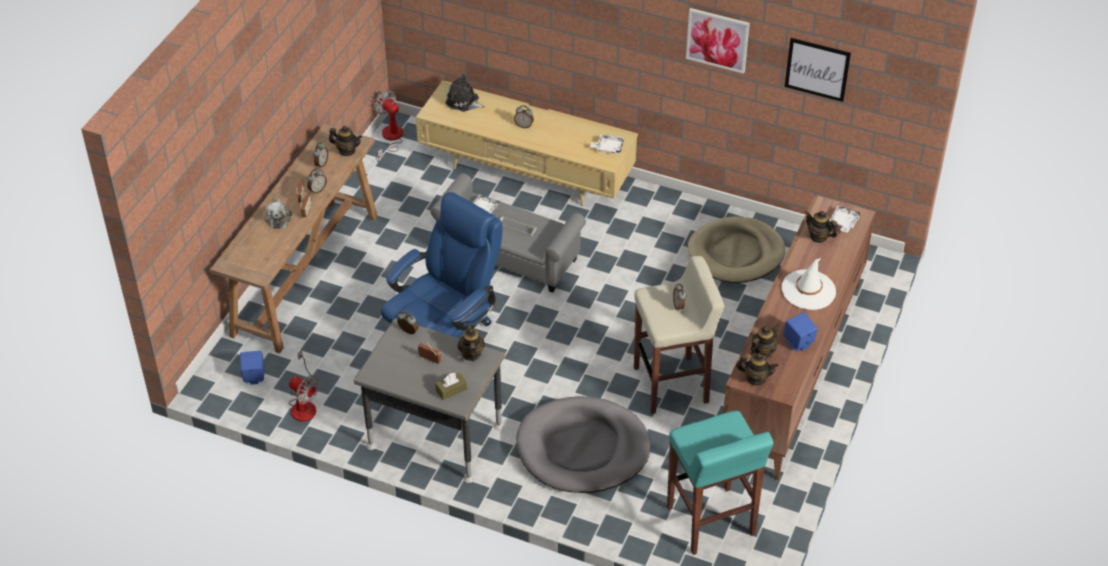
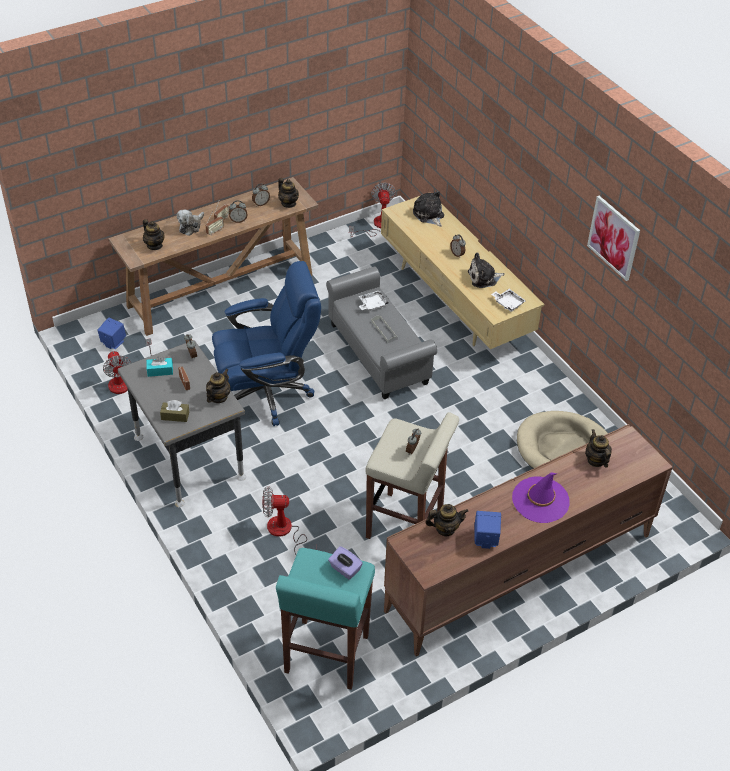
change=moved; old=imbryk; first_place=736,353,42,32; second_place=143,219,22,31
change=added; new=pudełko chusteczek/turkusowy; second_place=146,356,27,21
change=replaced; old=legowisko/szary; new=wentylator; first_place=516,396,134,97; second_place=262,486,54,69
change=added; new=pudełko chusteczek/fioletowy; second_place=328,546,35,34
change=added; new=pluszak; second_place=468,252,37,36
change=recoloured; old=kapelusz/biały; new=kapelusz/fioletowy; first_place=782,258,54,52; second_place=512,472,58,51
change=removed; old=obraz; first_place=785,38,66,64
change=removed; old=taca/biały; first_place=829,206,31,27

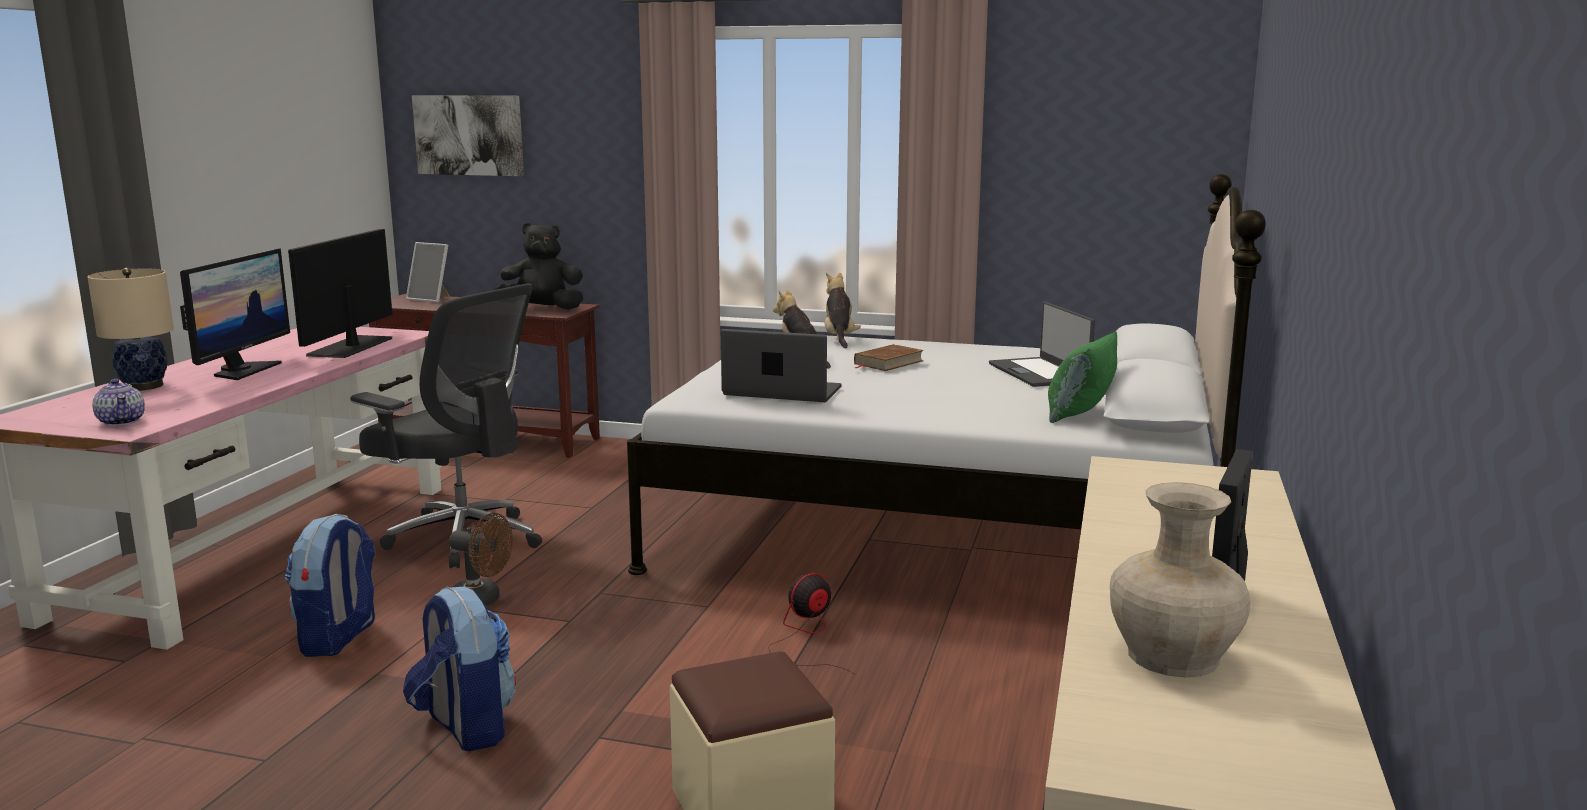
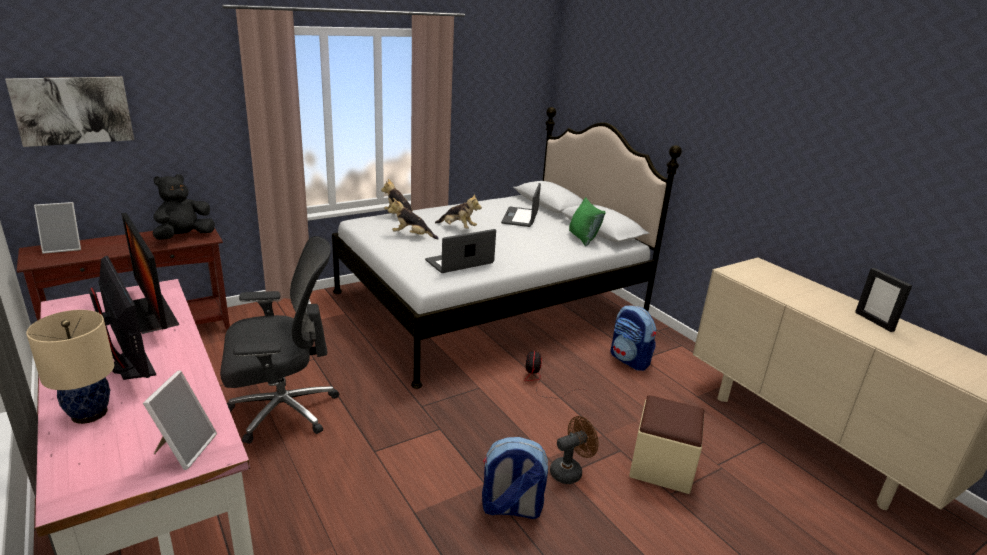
change=replaced; old=imbryk; new=ramka na zdjęcie; first_place=92,379,53,47; second_place=143,370,74,100
change=replaced; old=książka/brązowy; new=pluszak; first_place=854,344,70,27; second_place=435,194,47,35
change=turned; old=laptop; first_place=989,302,106,85; second_place=501,183,40,44; degrees=75
change=moved; old=wentylator/brązowy; first_place=449,513,64,93; second_place=550,416,49,68
change=moved; old=plecak; first_place=285,514,90,143; second_place=610,305,47,66
change=removed; old=wazon/beżowy; first_place=1110,482,141,195

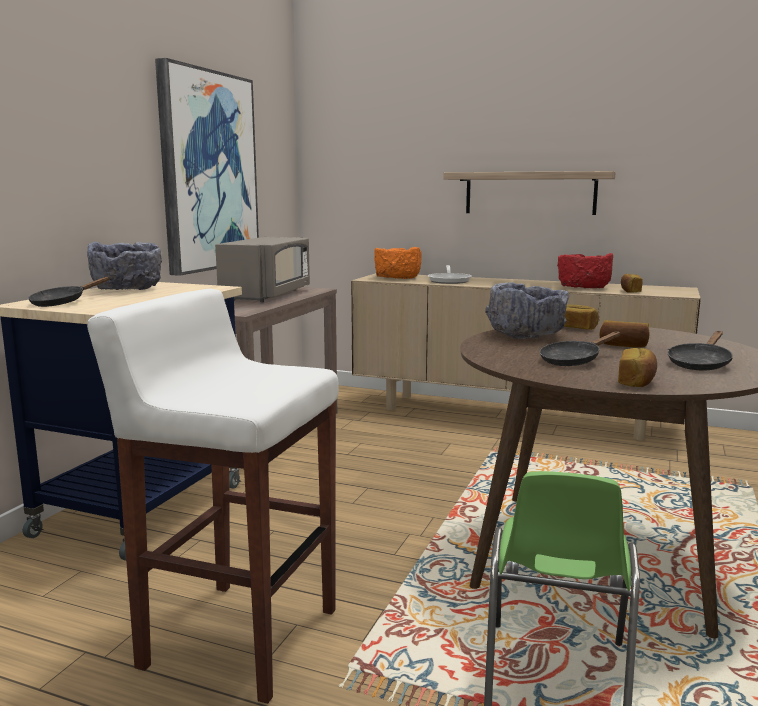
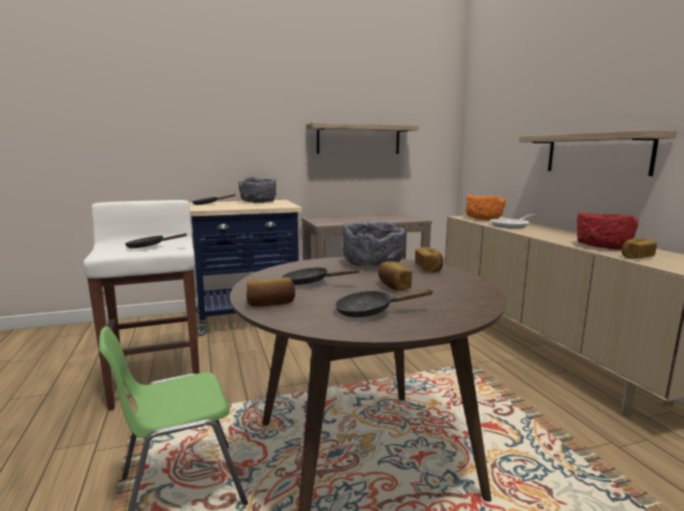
change=added; new=patelnia/czarny; second_place=125,233,62,15
change=replaced; old=obraz; new=półka; first_place=155,58,104,218; second_place=306,123,113,31
change=removed; old=mikrofalówka/szary; first_place=215,237,95,65

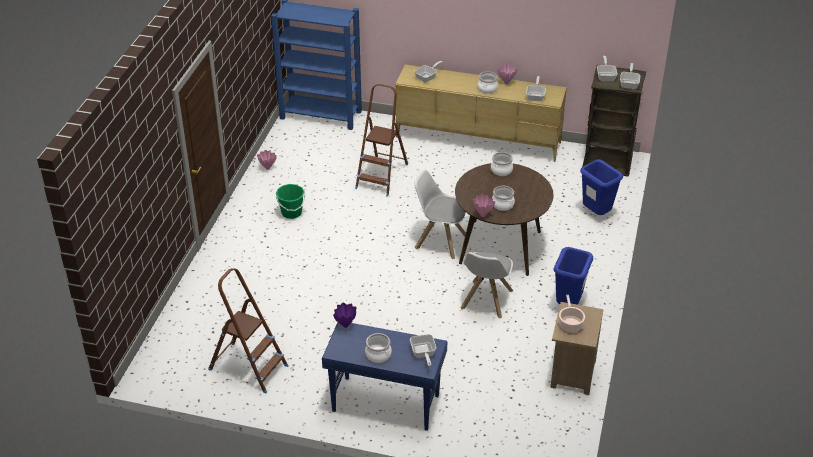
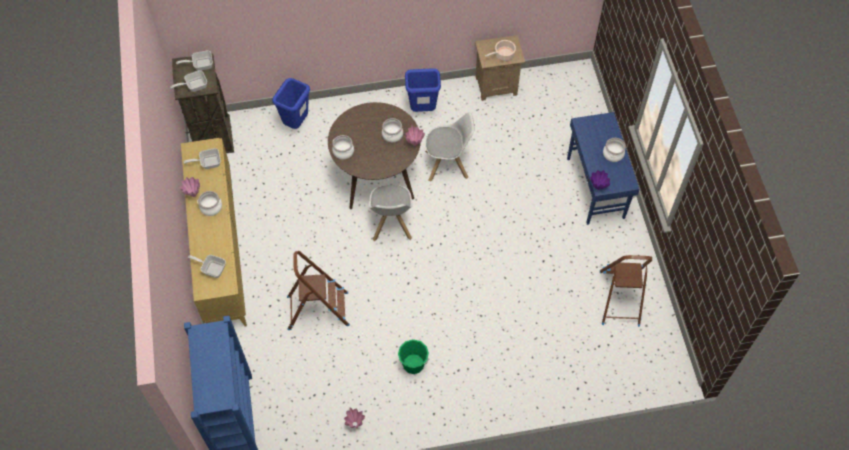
change=removed; old=patelnia; first_place=410,334,26,32

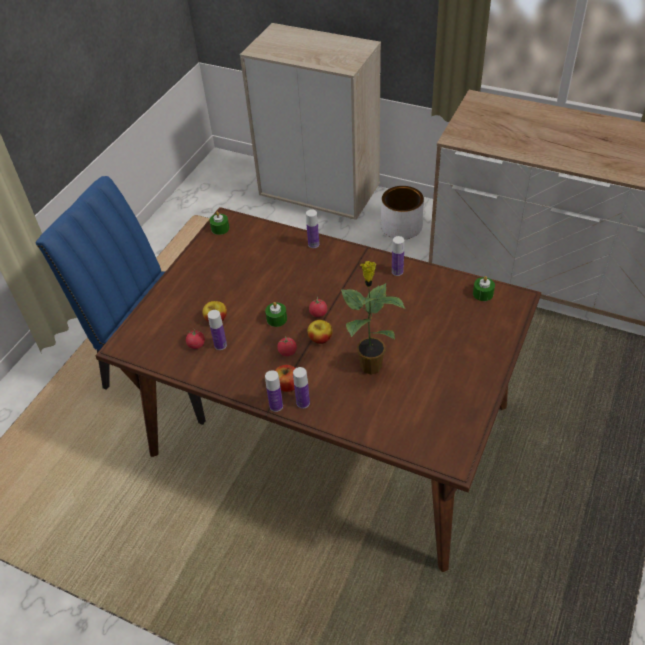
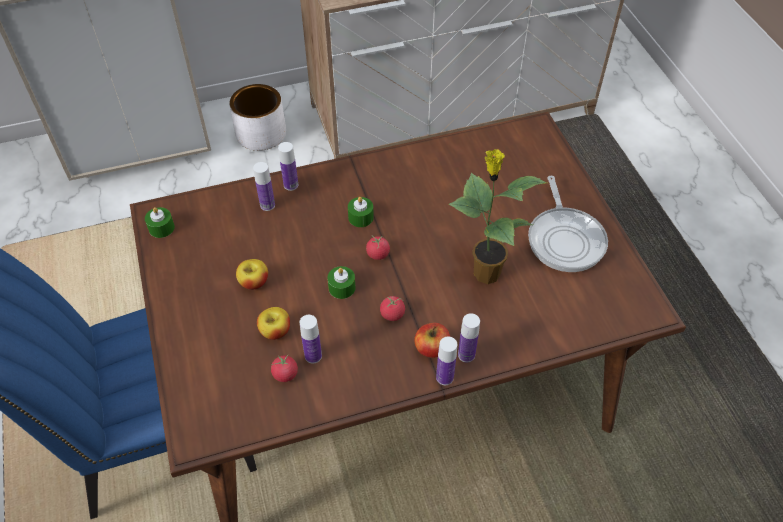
change=moved; old=jabłko; first_place=307,320,25,24; second_place=236,259,32,31
change=moved; old=butelka; first_place=392,236,12,40; second_place=253,162,22,49
change=moved; old=świeca/zielony; first_place=473,276,22,25; second_place=348,197,26,30
change=added; new=patelnia; second_place=528,176,80,96

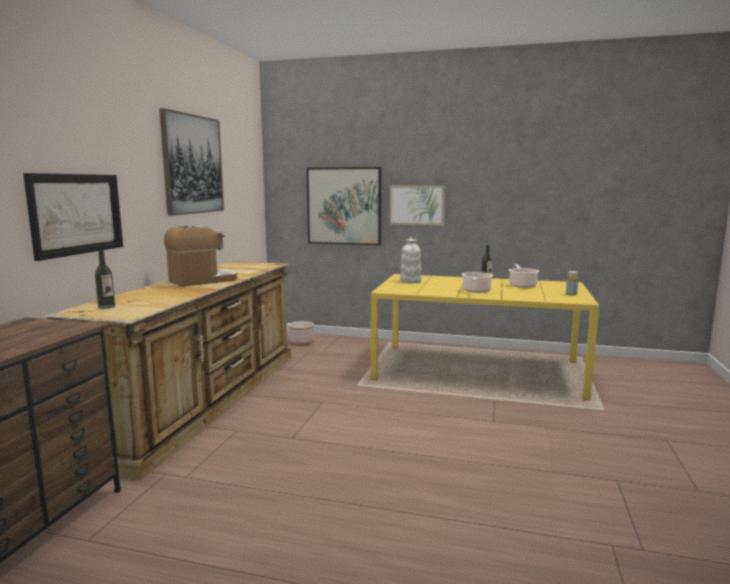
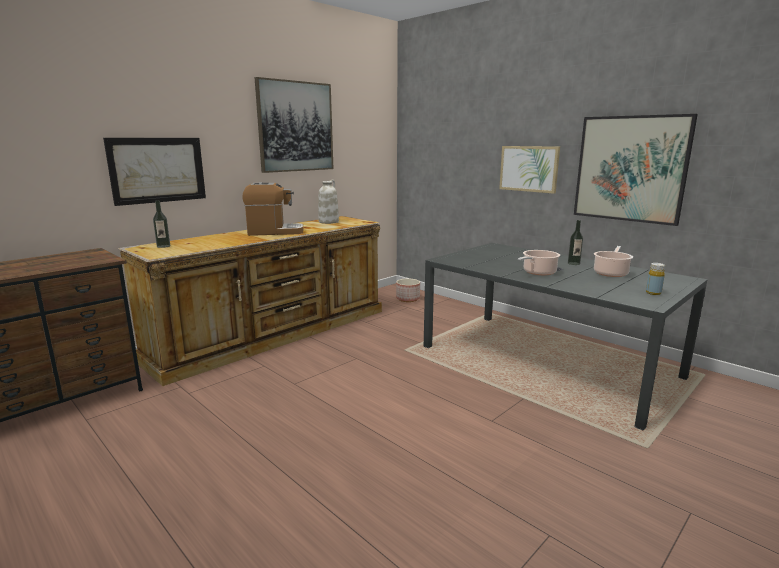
change=moved; old=wazon/biały; first_place=400,237,21,46; second_place=318,179,21,45
change=recoloured; old=stół jadalny/żółty; new=stół jadalny/szary; first_place=370,274,229,126; second_place=424,243,283,187
change=moved; old=obraz; first_place=306,167,76,79; second_place=574,114,124,112

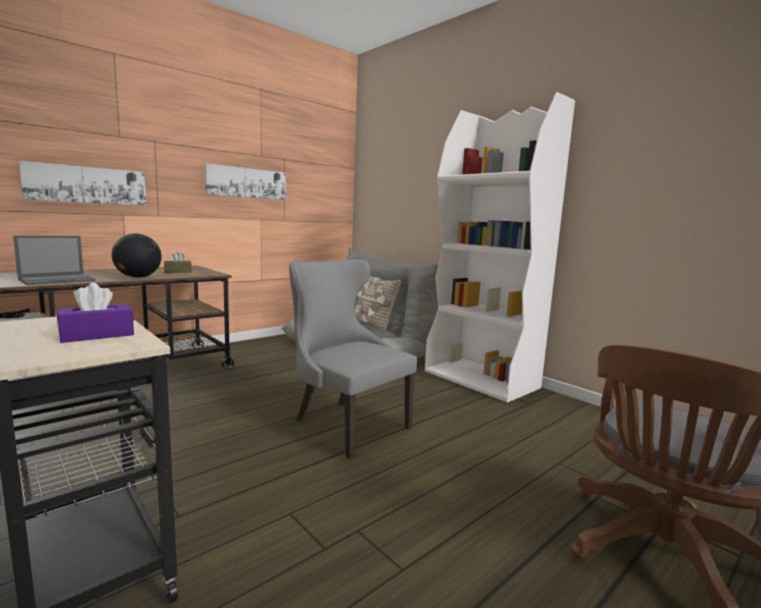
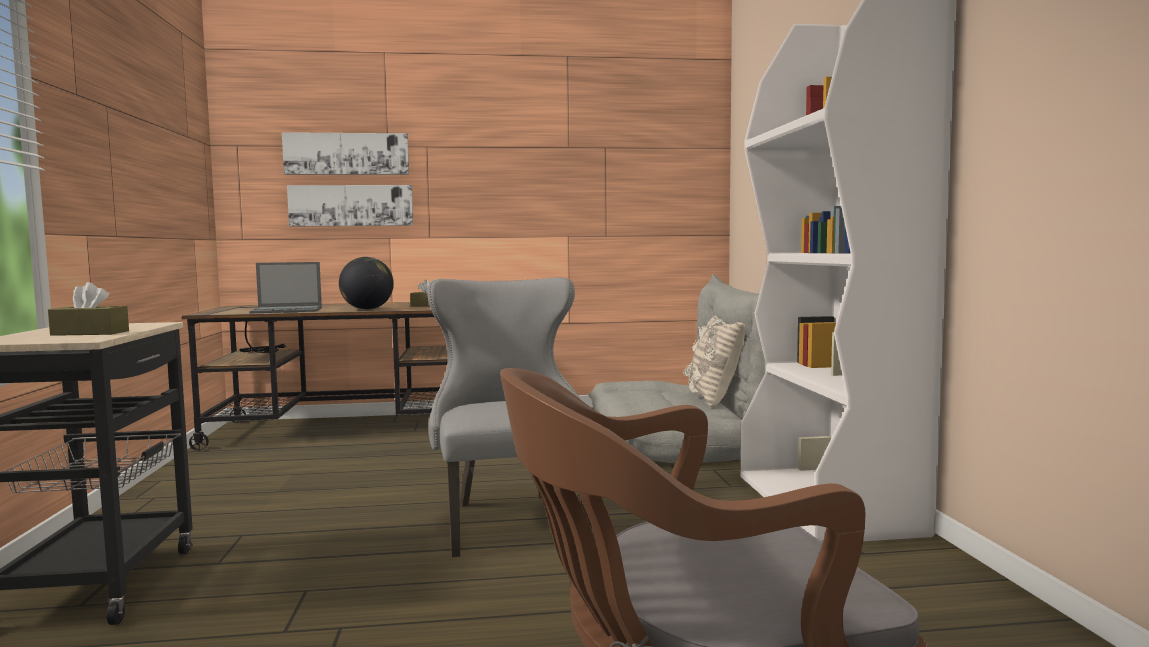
change=recoloured; old=pudełko chusteczek/fioletowy; new=pudełko chusteczek/brązowy; first_place=57,283,77,60; second_place=48,282,81,54
change=moved; old=obraz; first_place=204,164,82,36; second_place=282,132,127,43

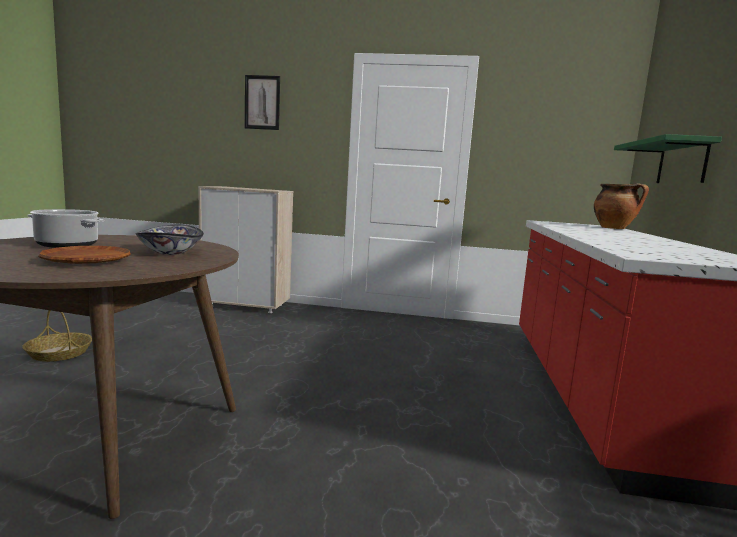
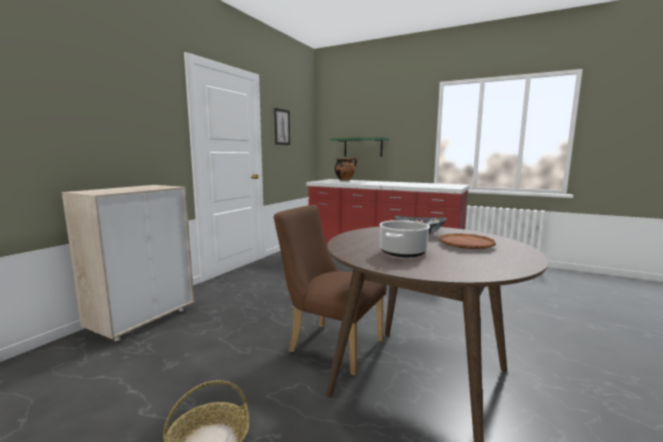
change=added; new=krzesło/brązowy; second_place=273,205,113,171
change=moved; old=obraz; first_place=245,75,35,55; second_place=274,108,16,37

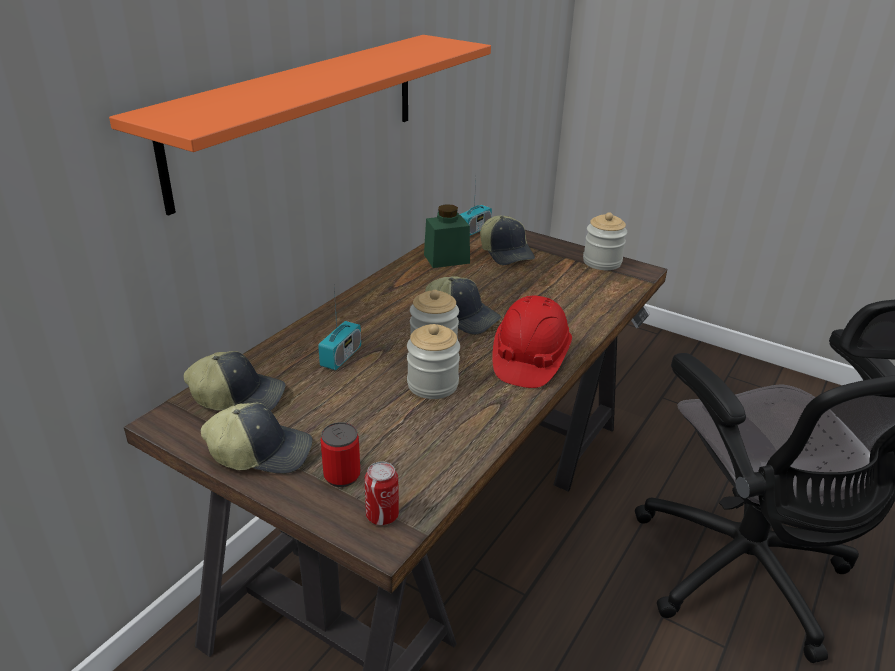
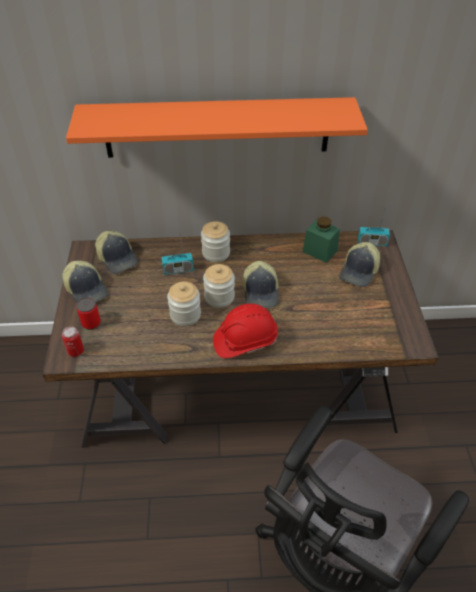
change=moved; old=słoik; first_place=583,212,44,58; second_place=201,221,29,41

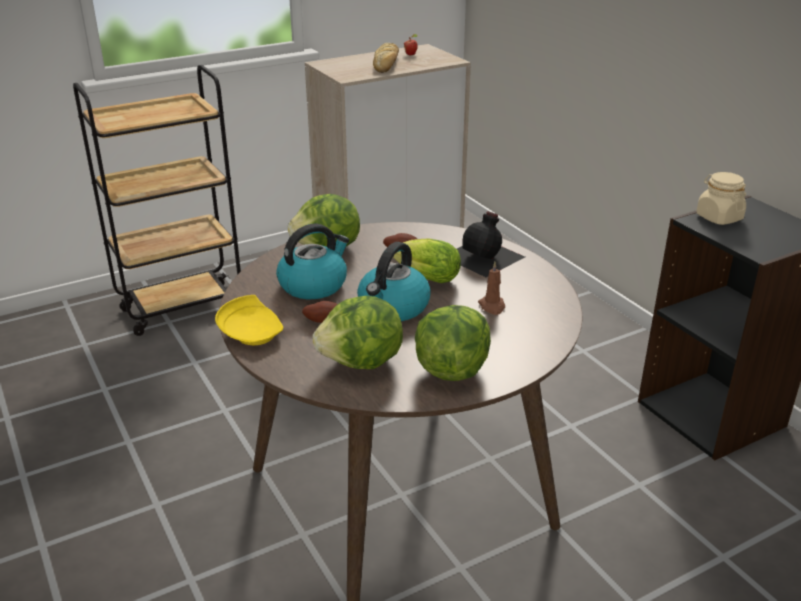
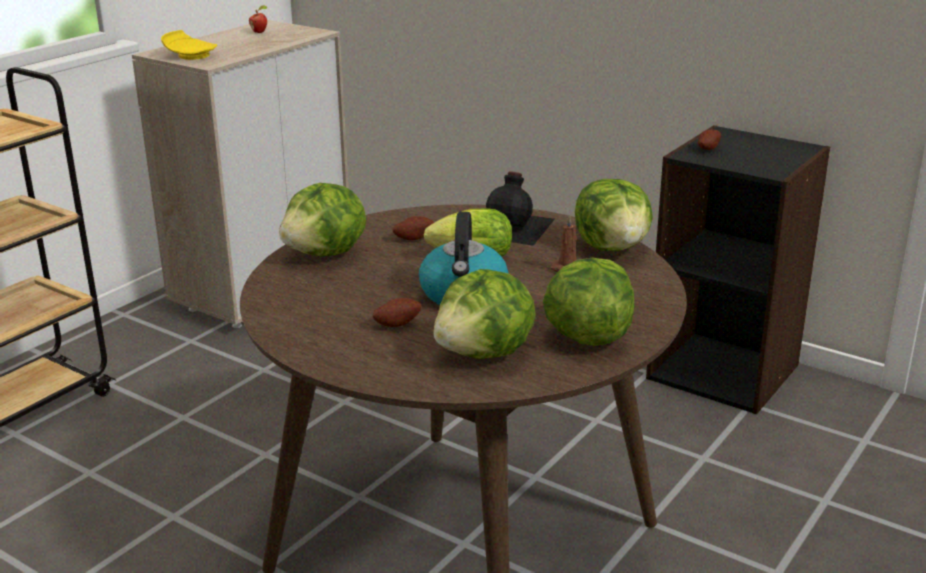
change=moved; old=talerz/żółty; first_place=215,295,68,50; second_place=161,30,56,30
change=added; new=sałata; second_place=575,179,78,72
change=replaced; old=słoik/beżowy; new=ziemniak; first_place=696,172,50,53; second_place=698,130,23,20
change=removed; old=czajnik; first_place=276,223,73,76
change=removed; old=chleb; first_place=373,43,26,30

